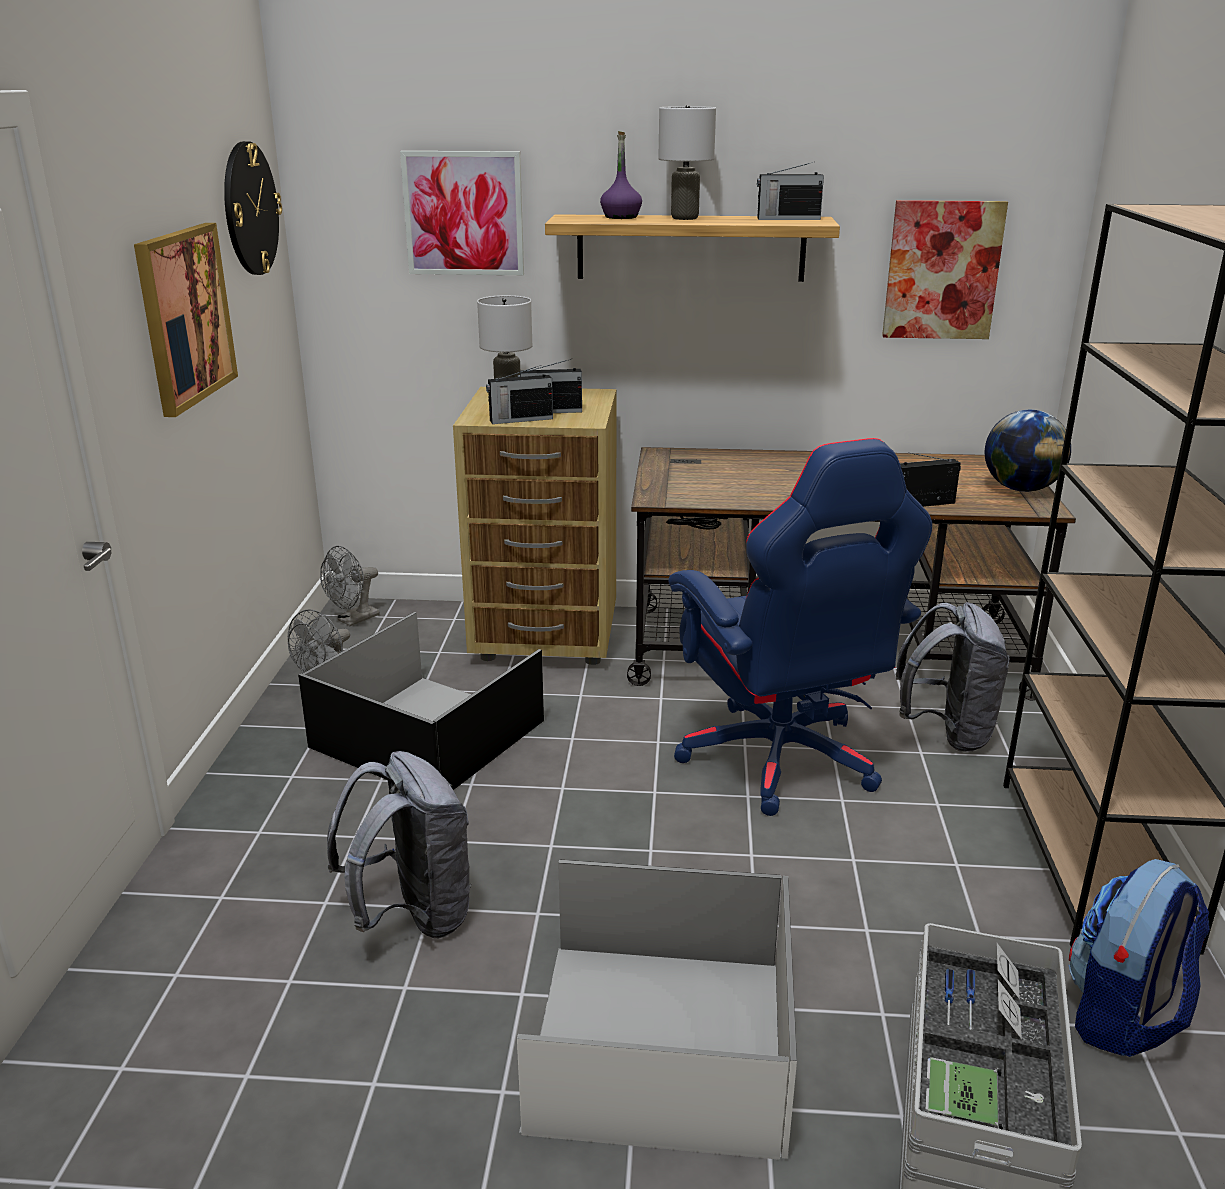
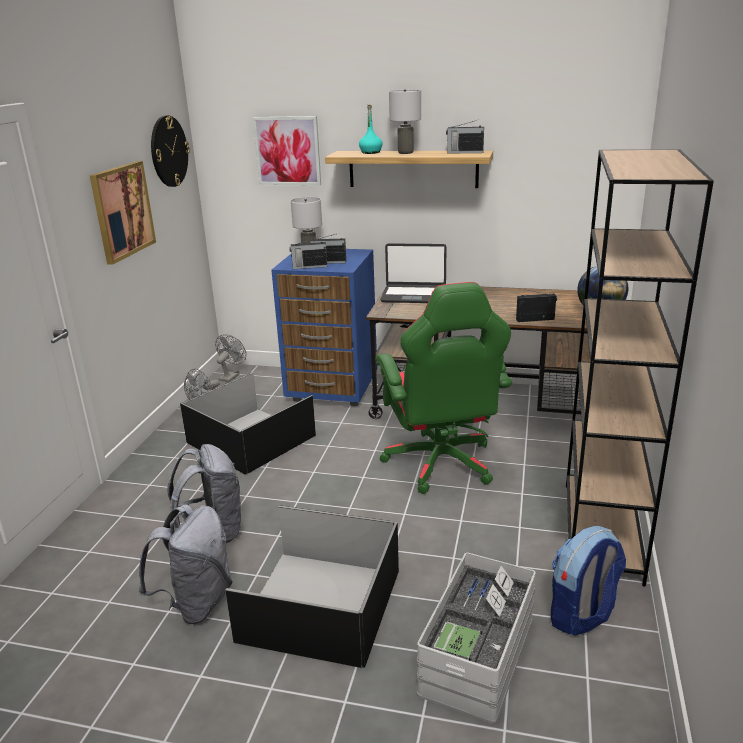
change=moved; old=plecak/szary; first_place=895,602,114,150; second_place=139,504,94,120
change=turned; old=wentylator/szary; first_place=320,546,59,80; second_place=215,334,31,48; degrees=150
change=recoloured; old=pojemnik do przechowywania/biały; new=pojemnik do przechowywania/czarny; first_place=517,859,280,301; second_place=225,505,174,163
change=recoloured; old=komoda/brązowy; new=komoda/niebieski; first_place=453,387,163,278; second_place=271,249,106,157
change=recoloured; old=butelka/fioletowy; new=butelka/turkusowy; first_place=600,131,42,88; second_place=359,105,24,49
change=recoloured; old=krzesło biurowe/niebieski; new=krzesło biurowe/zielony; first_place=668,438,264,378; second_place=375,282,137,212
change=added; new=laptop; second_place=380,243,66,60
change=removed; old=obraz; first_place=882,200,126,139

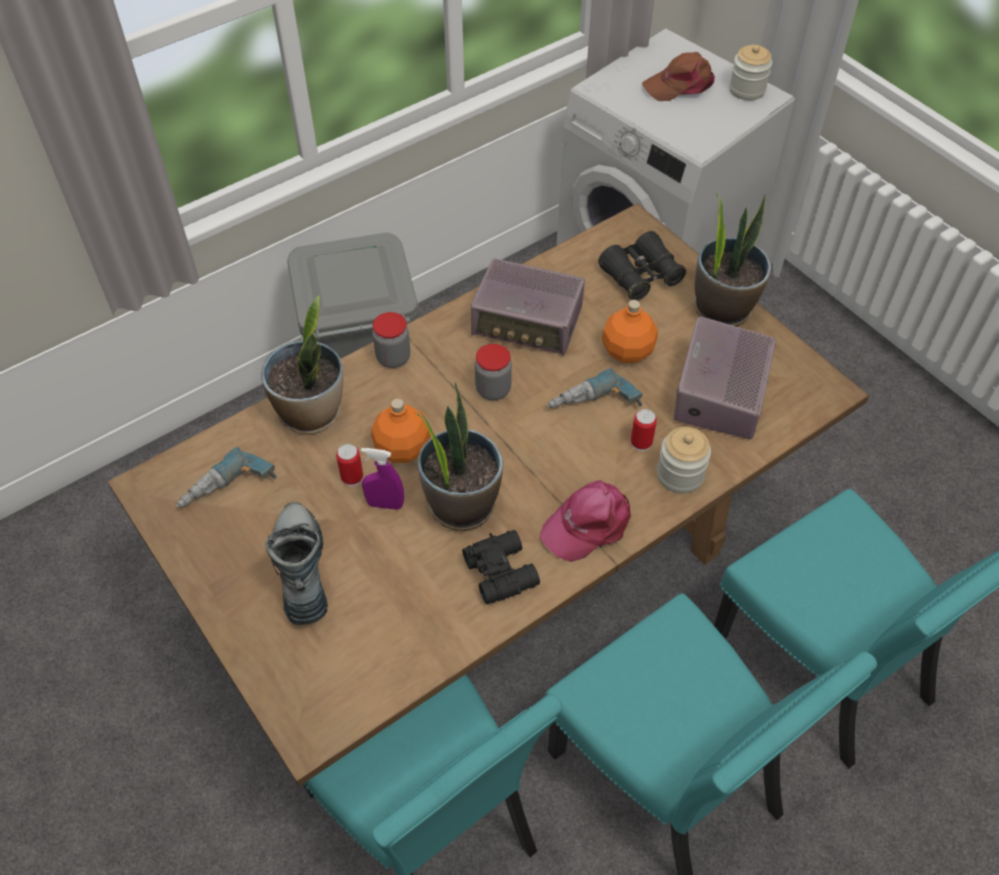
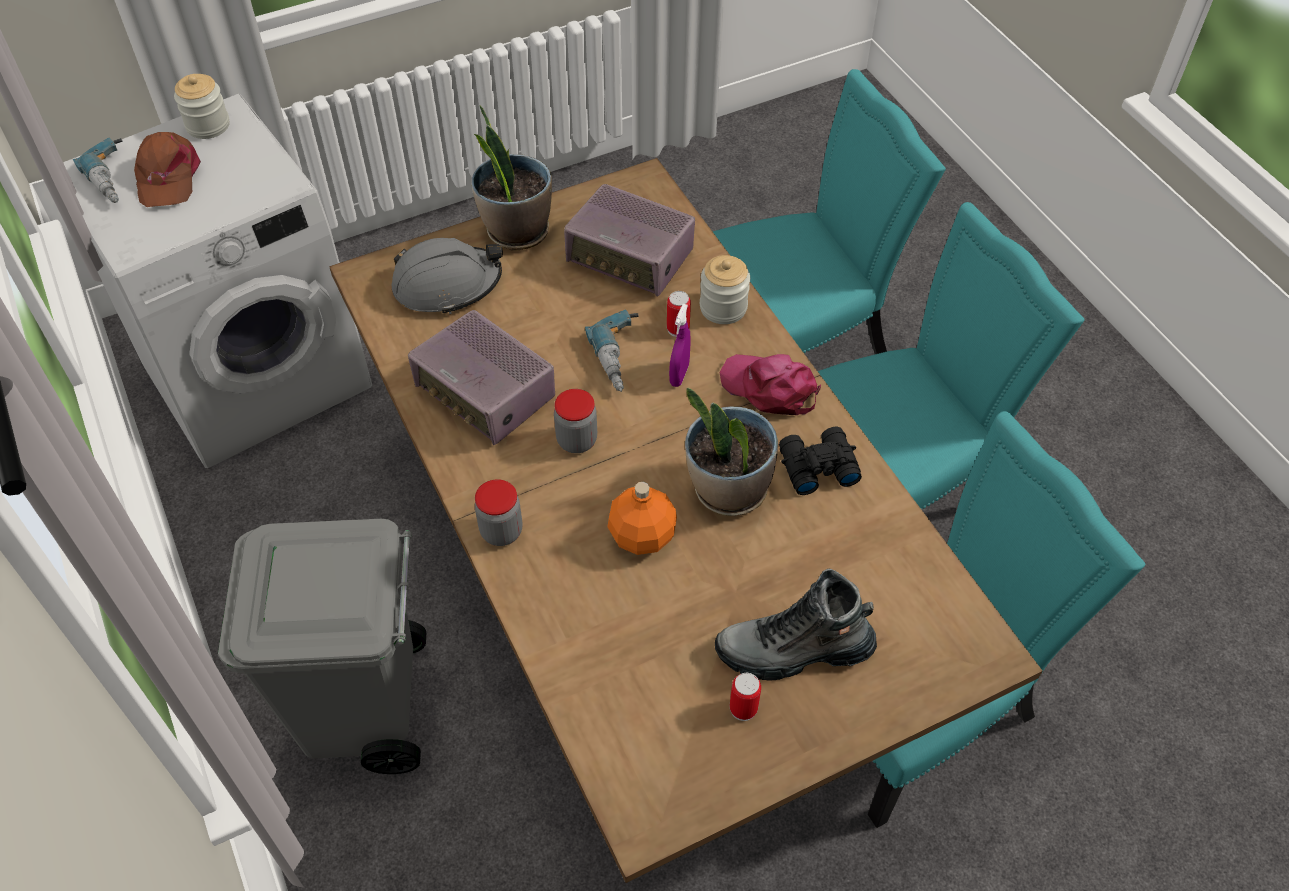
change=moved; old=wiertarka; first_place=176,447,101,61; second_place=73,137,50,66
change=replaced; old=lornetka/czarny; new=kask/szary; first_place=598,231,89,70; second_place=392,238,111,76
change=turned; old=radio; first_place=471,259,114,97; second_place=408,310,147,135; degrees=105
change=moved; old=spryskiwacz/fioletowy; first_place=361,448,43,62; second_place=669,304,22,83
change=turned; old=czapka z daszkiem/różowy; first_place=539,480,92,82; second_place=719,354,102,61; degrees=150
change=moved; old=puszka; first_place=336,444,27,42; second_place=730,673,31,48
change=removed; old=roślina doniczkowa; first_place=261,295,82,139
change=removed; old=butelka/pomarańczowy; first_place=602,300,56,63

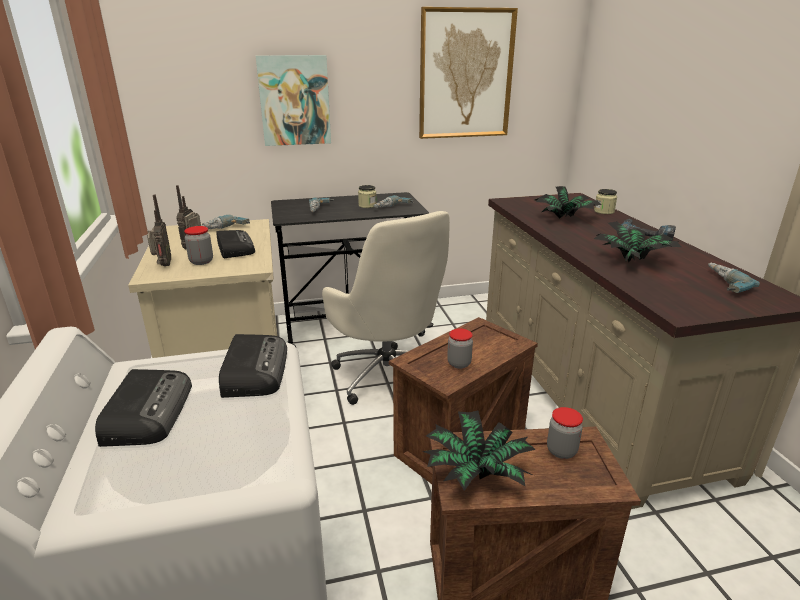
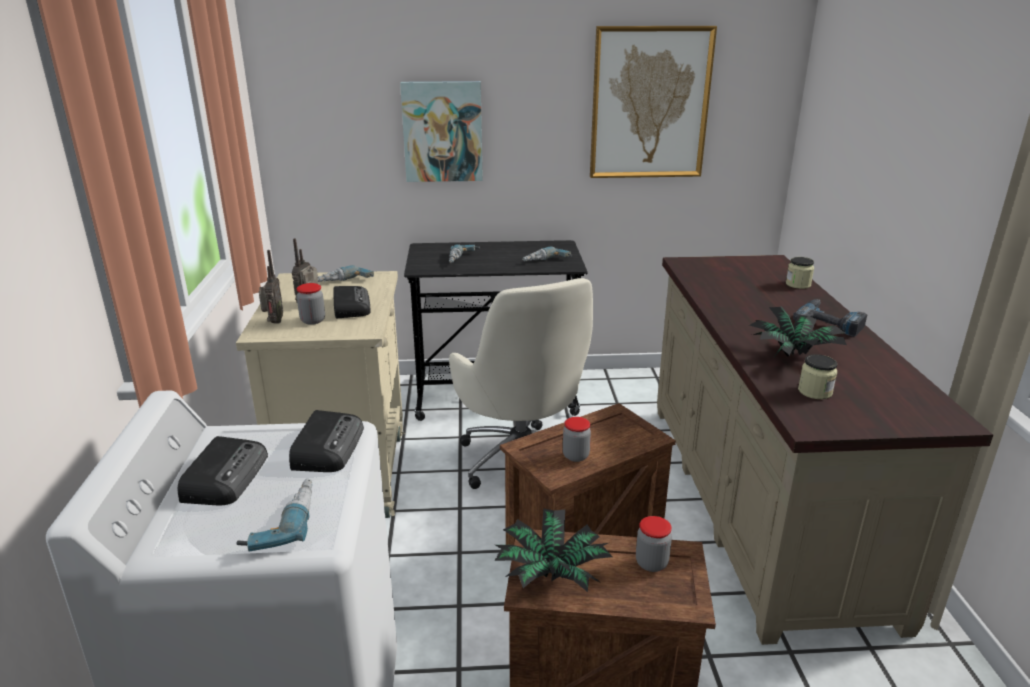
change=moved; old=wiertarka; first_place=708,262,52,31; second_place=236,479,76,72
change=moved; old=słoik; first_place=358,185,18,23; second_place=798,354,39,45
change=removed; old=roślina doniczkowa; first_place=535,186,66,33

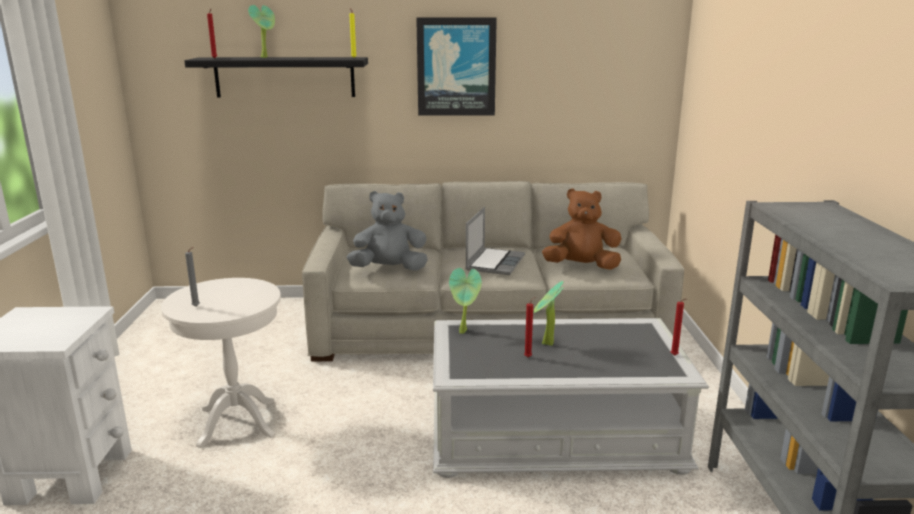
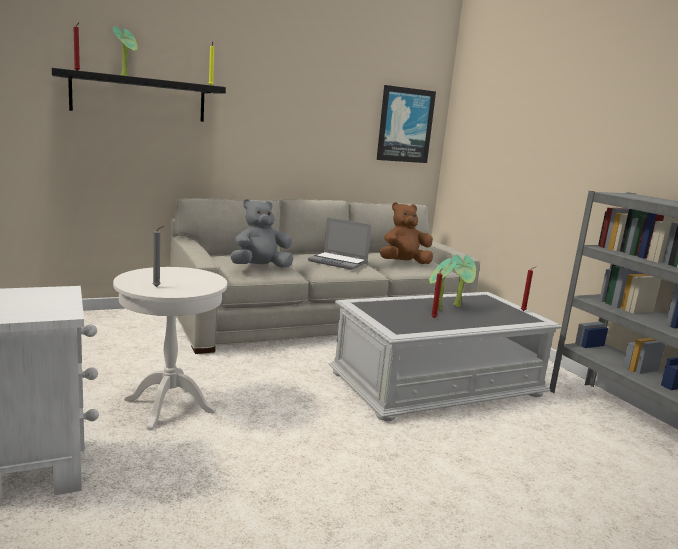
change=turned; old=laptop; first_place=465,207,60,68; second_place=308,217,63,53; degrees=120
change=moved; old=obraz; first_place=416,17,81,99; second_place=377,85,59,78
change=moved; old=roślina doniczkowa; first_place=449,268,33,66; second_place=452,255,24,52

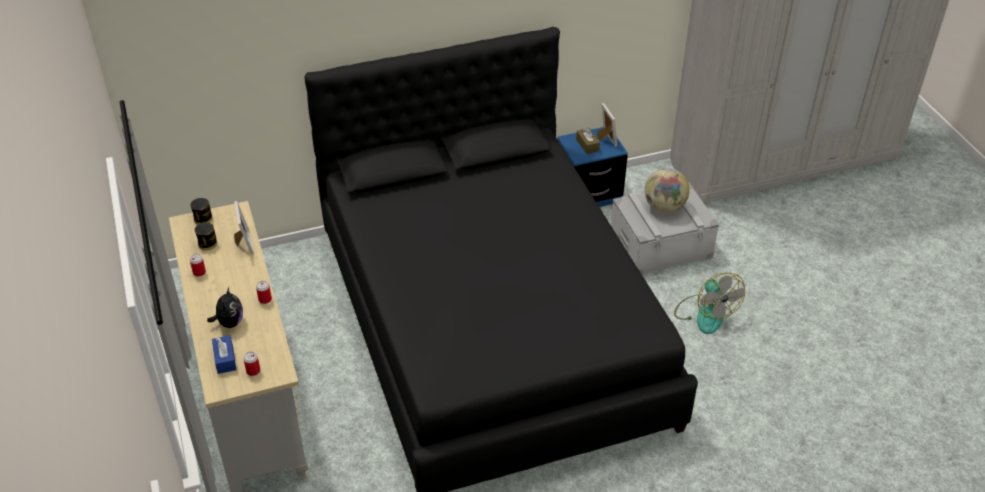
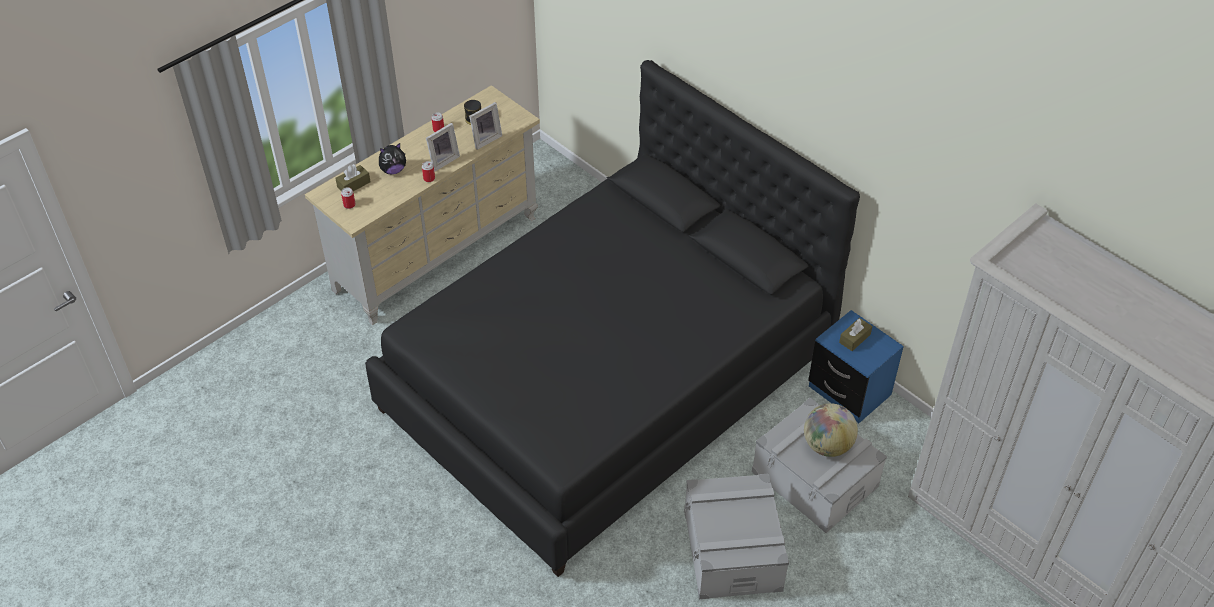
change=recoloured; old=pudełko chusteczek/niebieski; new=pudełko chusteczek/brązowy; first_place=212,335,25,39; second_place=335,164,36,27
change=moved; old=ramka na zdjęcie; first_place=597,103,20,44; second_place=426,123,34,49
change=replaced; old=wentylator; new=pojemnik do przechowywania/szary; first_place=674,273,71,61; second_place=684,473,105,126
change=removed; old=puszka; first_place=190,198,22,26

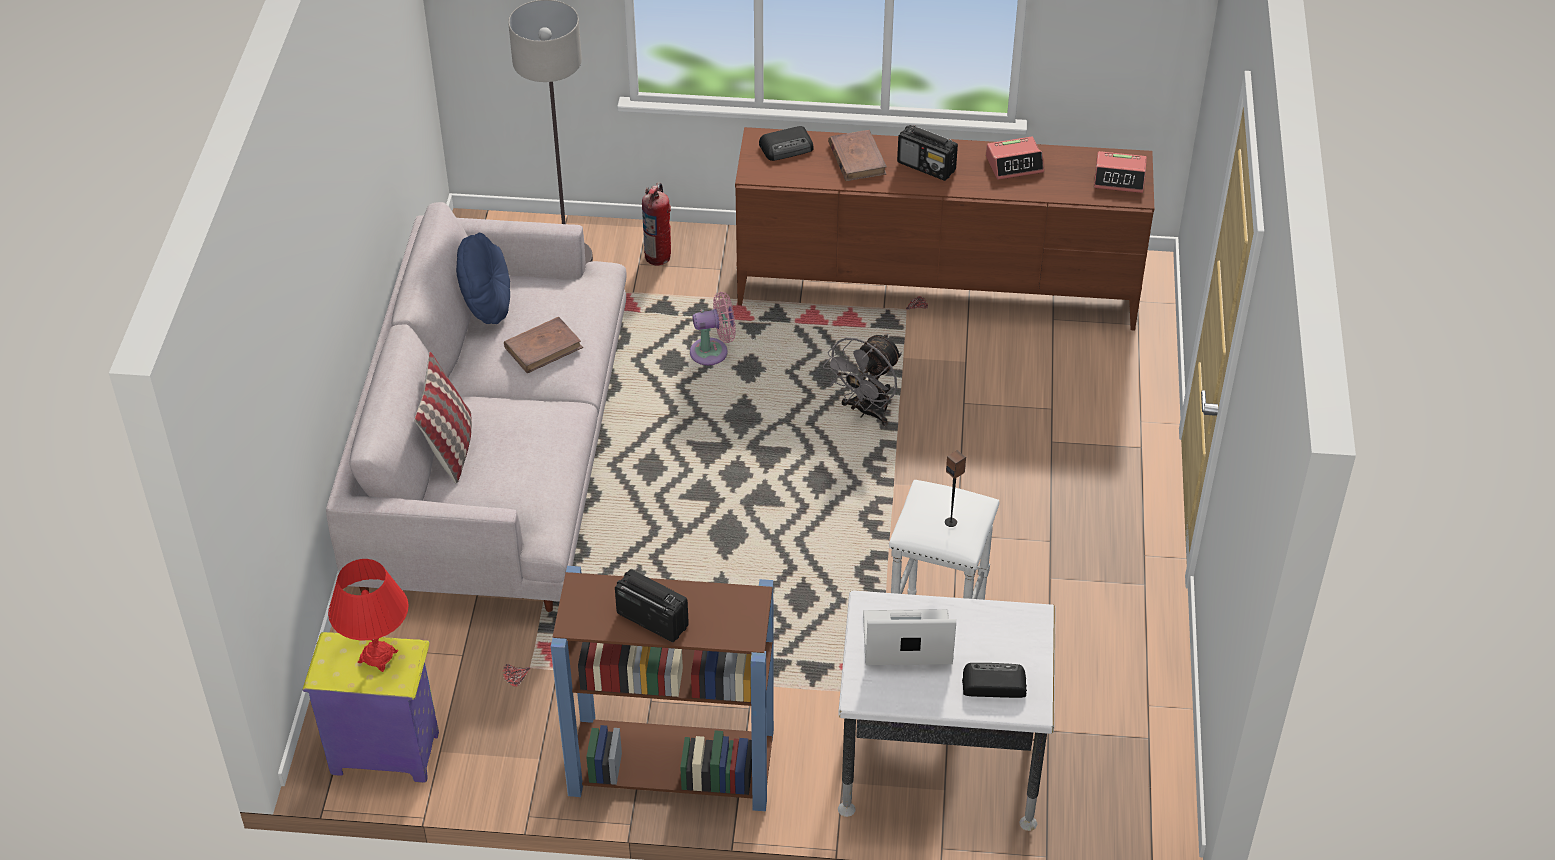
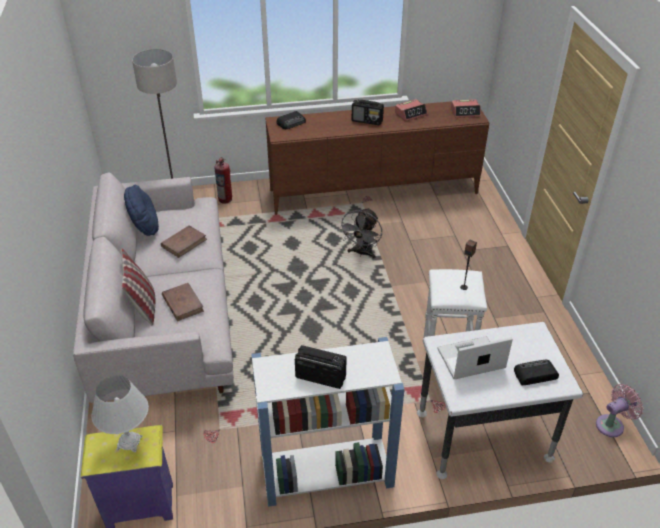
change=recoloured; old=lampa stołowa/czerwony; new=lampa stołowa/biały; first_place=328,559,81,113; second_place=91,375,58,78
change=moved; old=książka/brązowy; first_place=828,130,59,51; second_place=162,283,42,38
change=recoloured; old=regał/brązowy; new=regał/biały; first_place=551,566,223,245; second_place=251,337,154,170
change=moved; old=wentylator/różowy; first_place=690,292,46,74; second_place=596,384,47,53

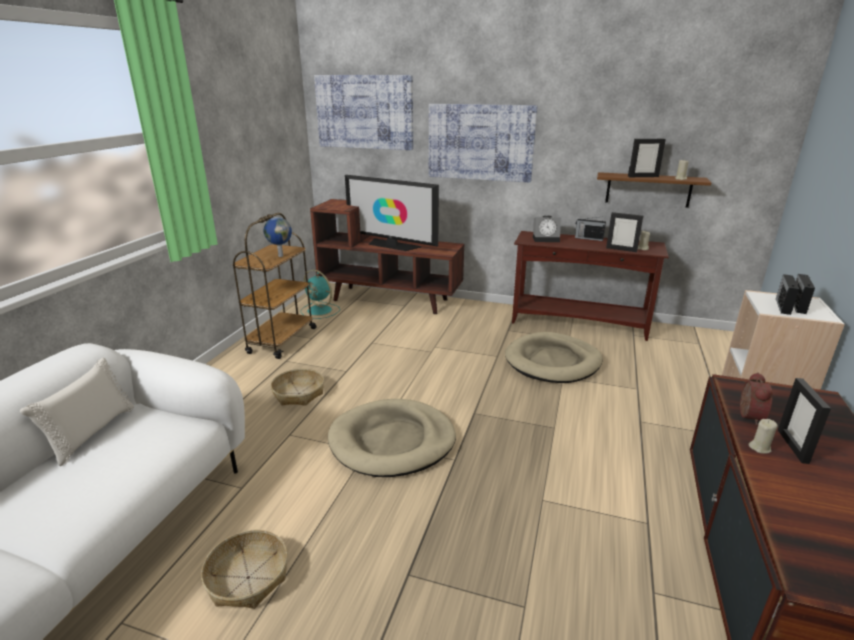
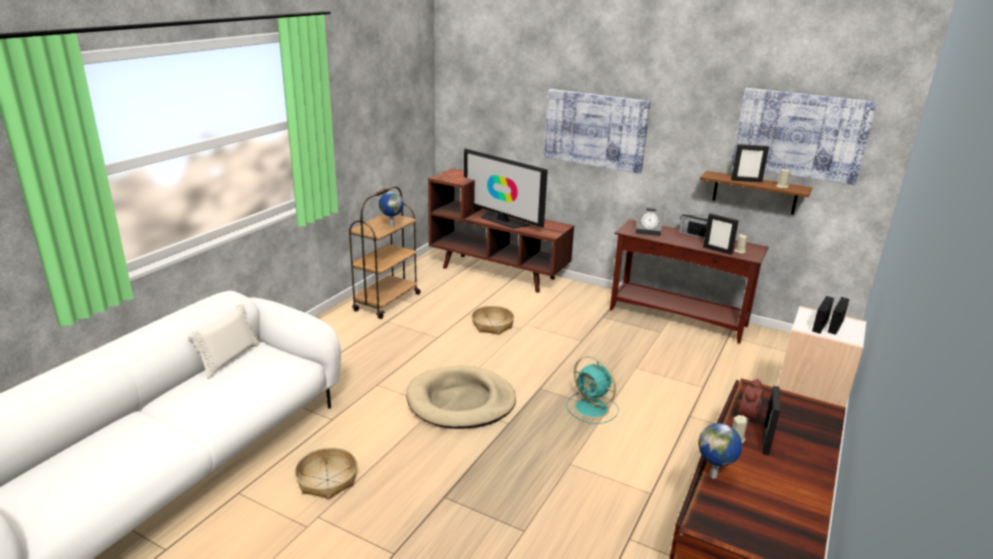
change=moved; old=koszyk; first_place=271,369,53,37; second_place=472,306,42,29
change=moved; old=wentylator/turkusowy; first_place=301,270,39,49; second_place=566,356,53,68
change=added; new=globus; second_place=698,423,44,56
change=moved; old=obraz; first_place=314,75,99,75; second_place=731,88,146,97
change=removed; old=legowisko/beżowy; first_place=505,332,97,51

